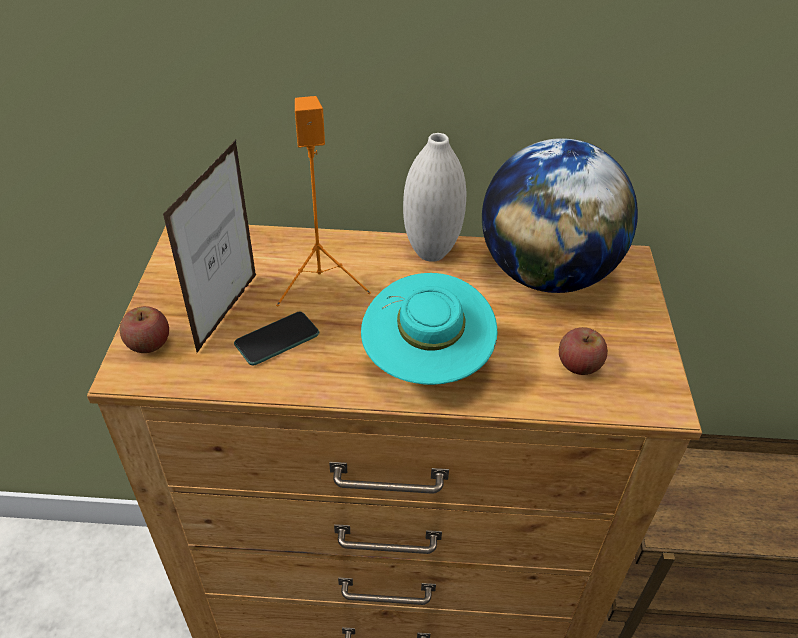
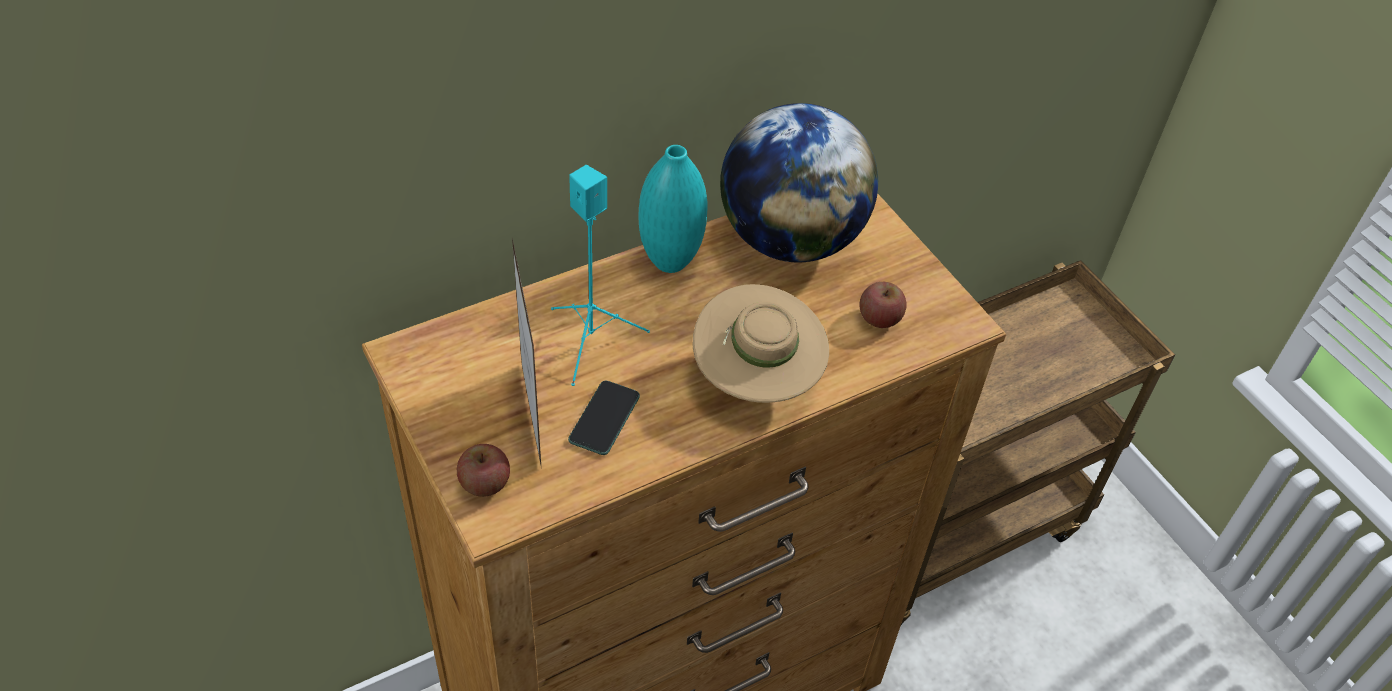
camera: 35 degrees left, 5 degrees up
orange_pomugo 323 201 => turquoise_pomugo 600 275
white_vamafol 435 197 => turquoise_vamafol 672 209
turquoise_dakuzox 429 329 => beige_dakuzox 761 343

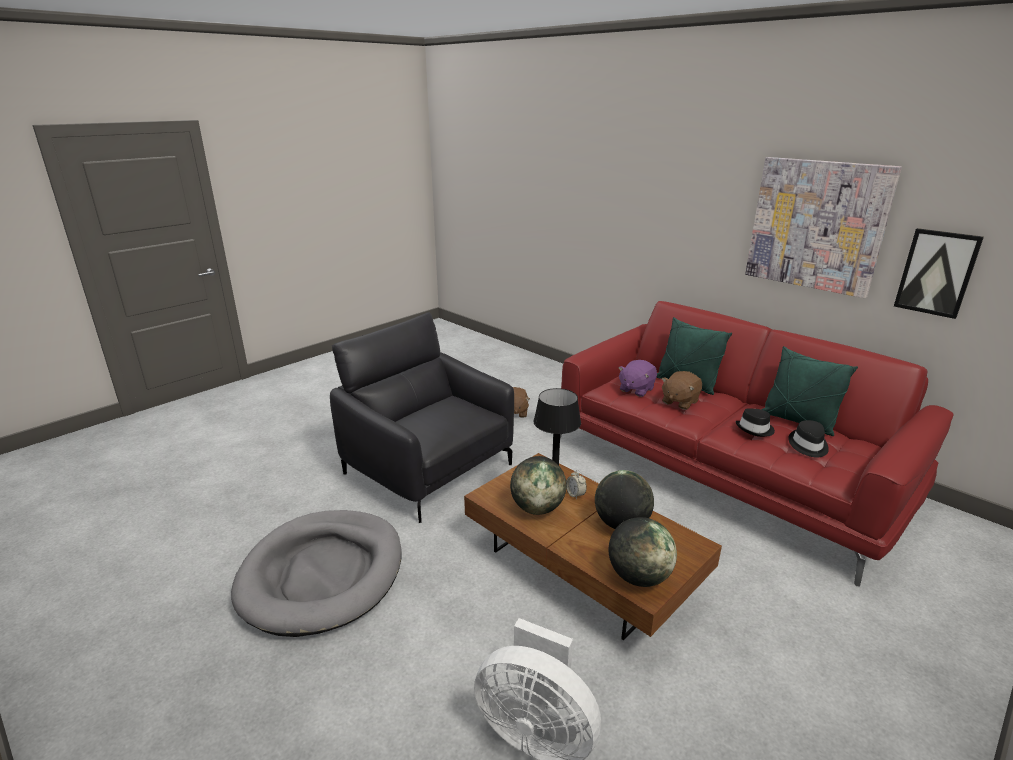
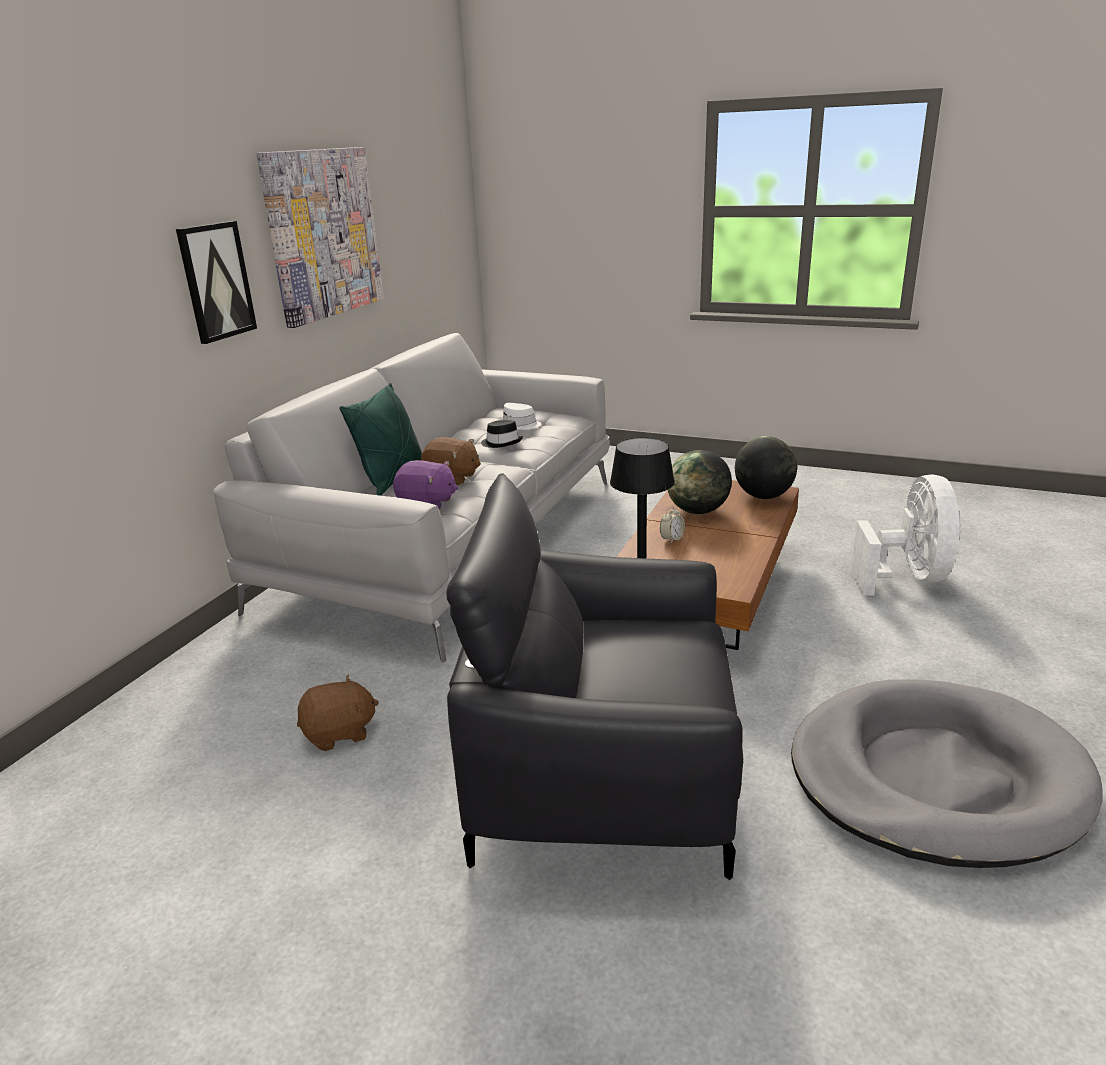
camera: 110 degrees left, 0 degrees up
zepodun 939 273 => zepodun 216 282, shifted
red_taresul 757 443 => grey_taresul 411 498
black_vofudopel 422 417 => black_vofudopel 594 677, 75 degrees clockwise
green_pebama 809 391 => nothing
black_dakuzox 808 439 => white_dakuzox 520 416
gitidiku 538 485 => nothing

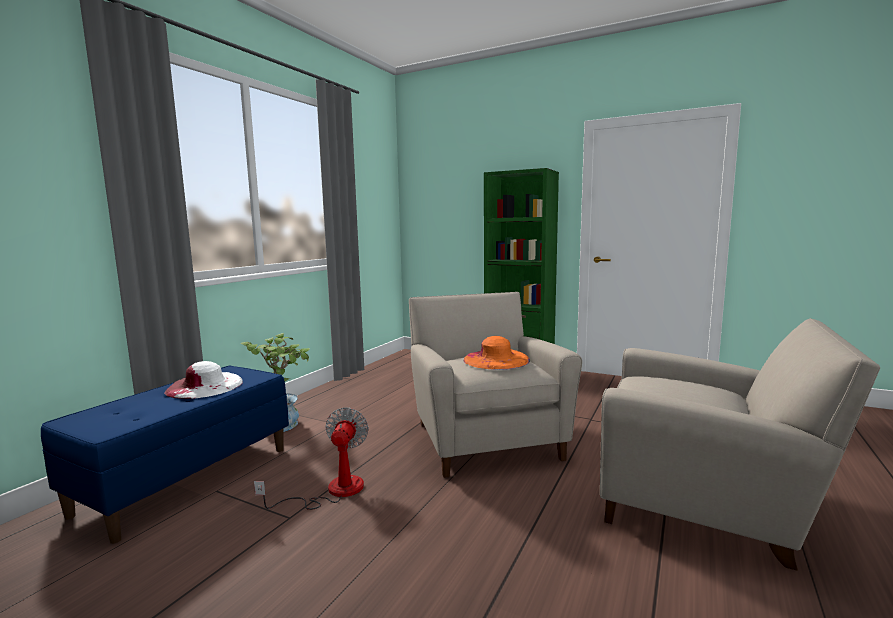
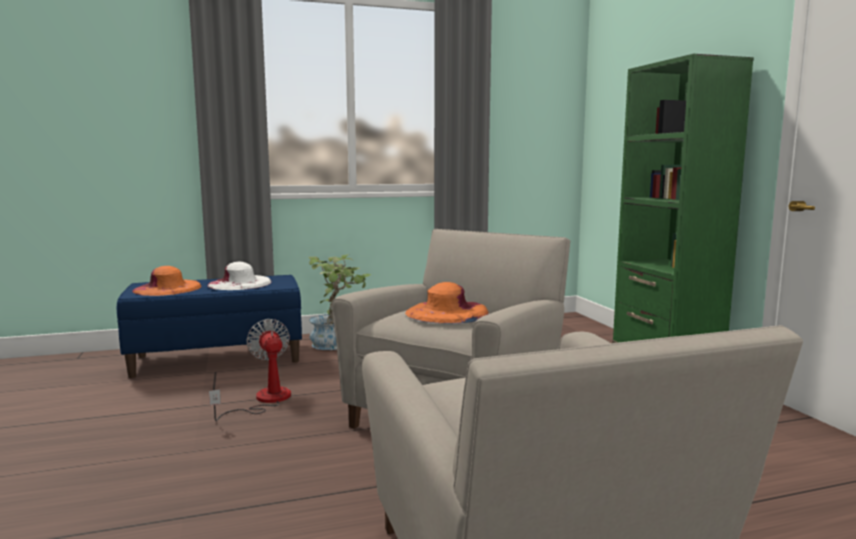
camera: 45 degrees right, 0 degrees up
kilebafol 311 458 => kilebafol 250 370, 75 degrees counterclockwise
nothing => orange_dakuzox 167 281

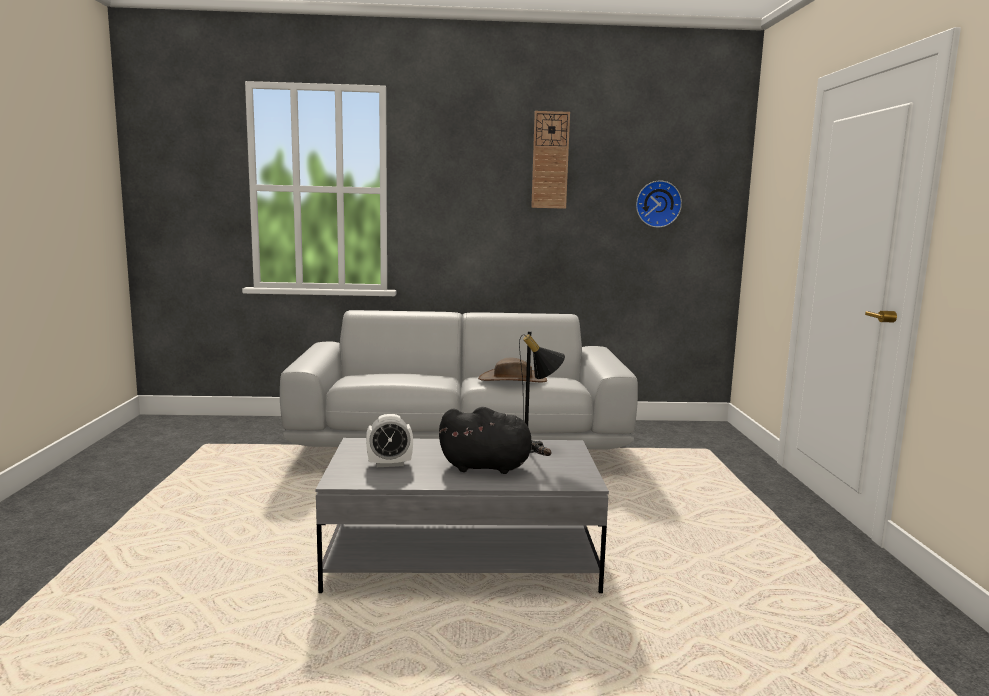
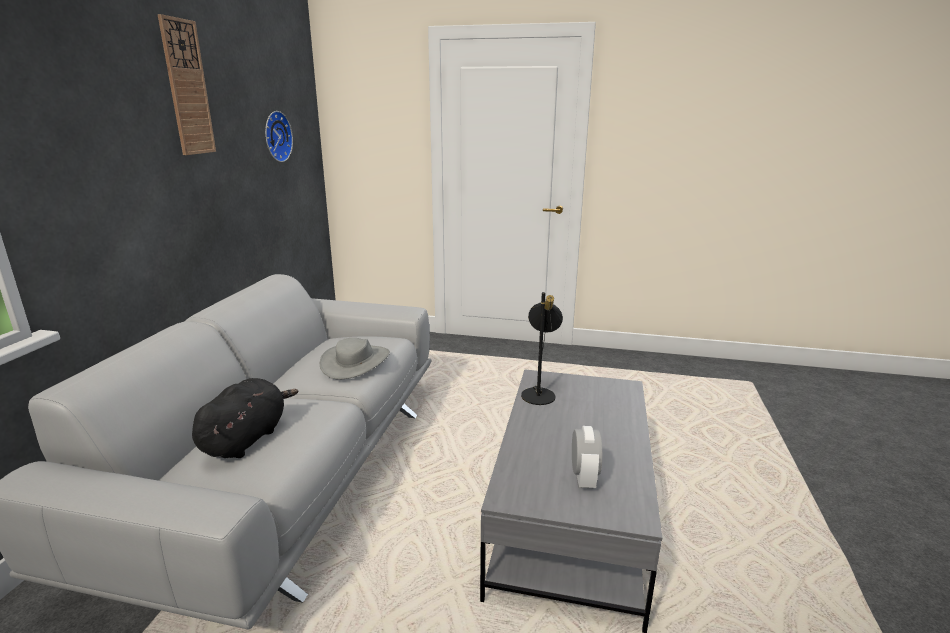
camera: 75 degrees left, 10 degrees up
brown_dakuzox 512 369 => grey_dakuzox 355 359
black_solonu 495 440 => black_solonu 245 418, shifted

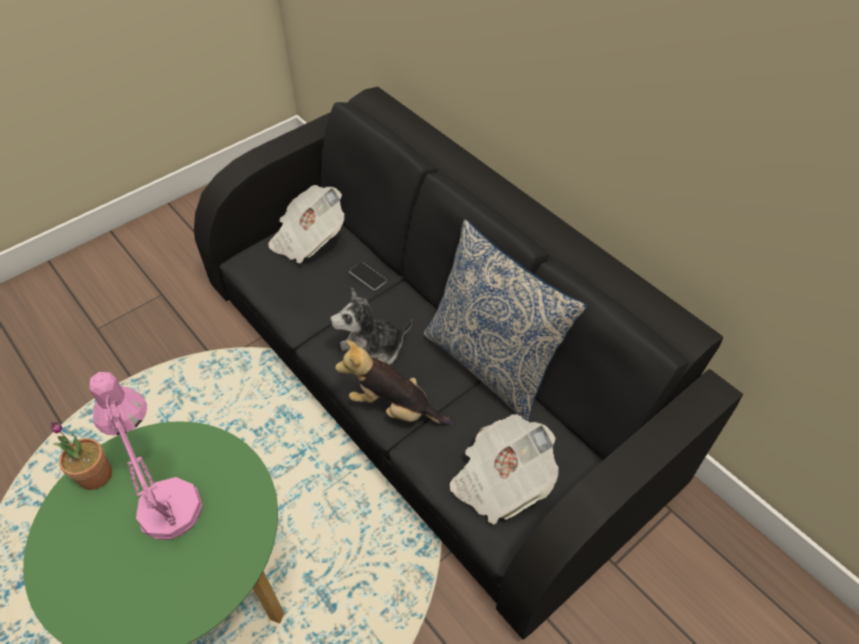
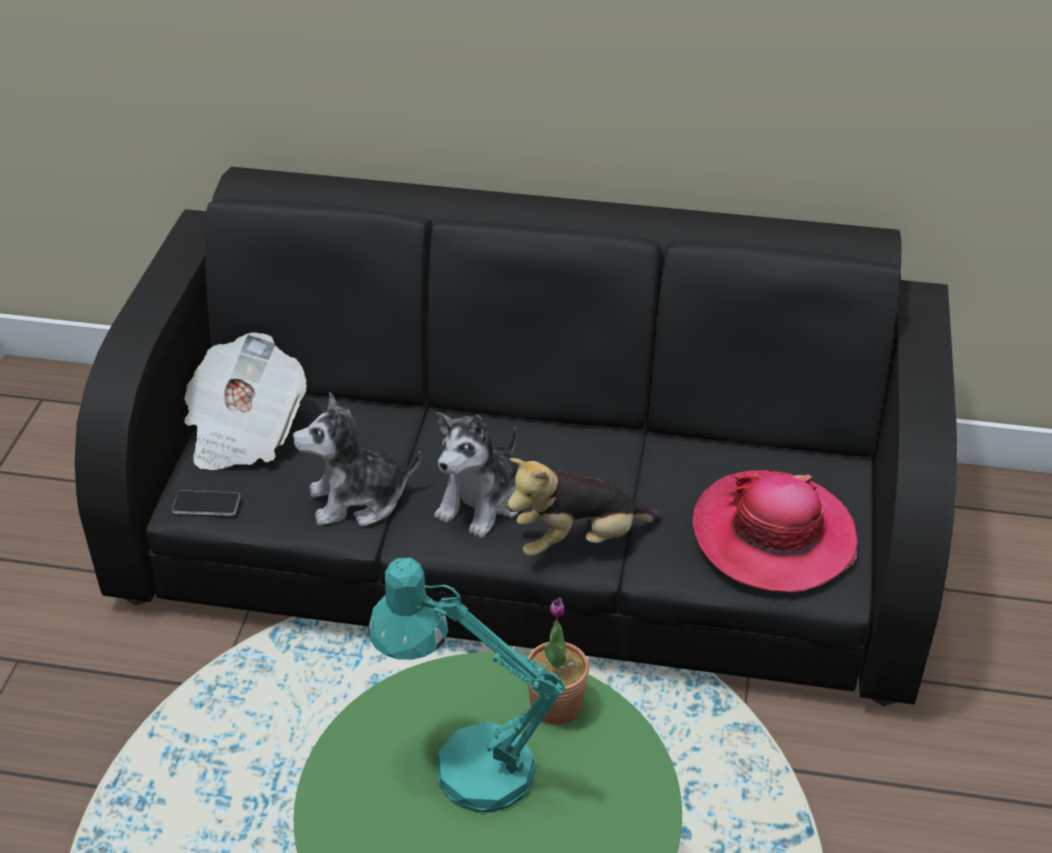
camera: 40 degrees left, 10 degrees down
pebama 505 320 => nothing
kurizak 368 276 => kurizak 206 503, shifted
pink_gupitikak 145 456 => turquoise_gupitikak 466 685
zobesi 504 469 => dakuzox 775 531
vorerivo 81 456 => vorerivo 558 661, shifted
nothing => solonu 356 460

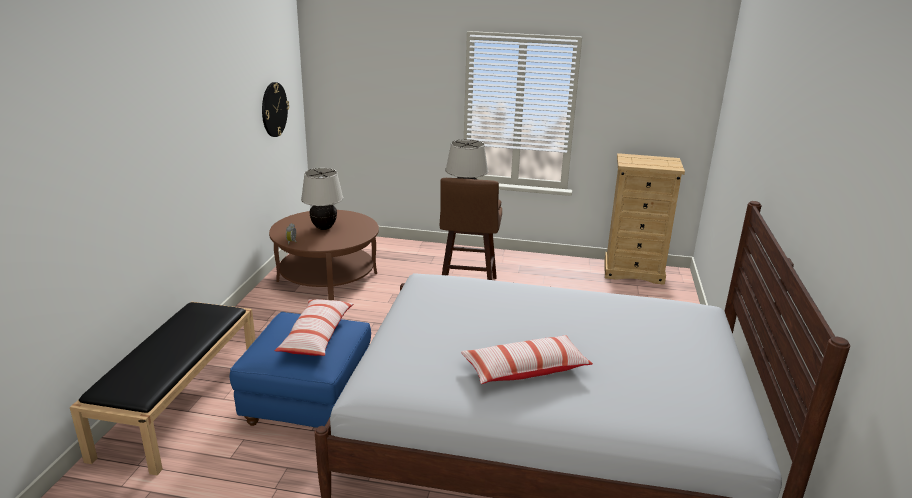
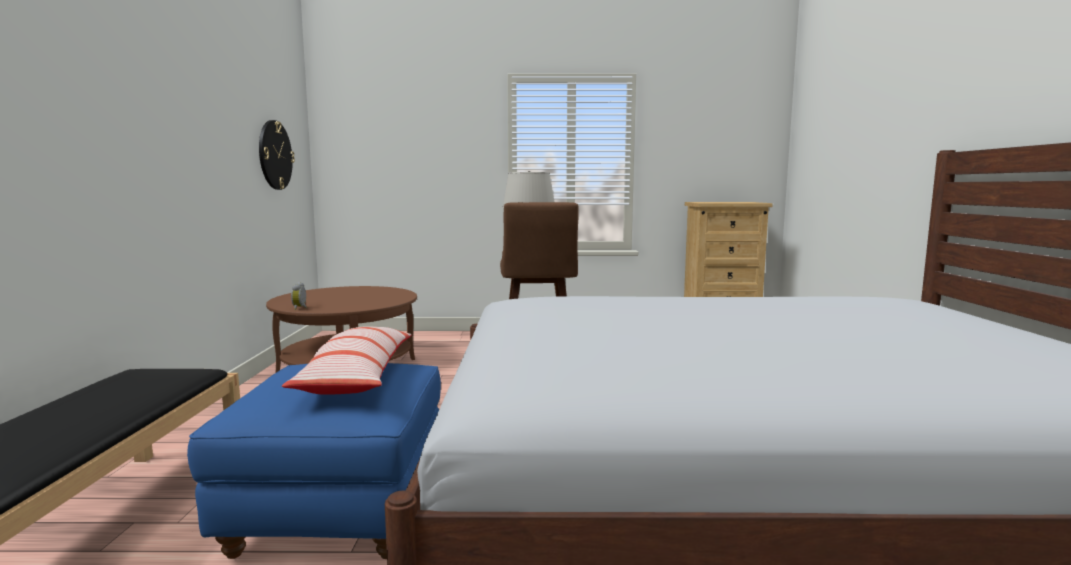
camera: 10 degrees left, 15 degrees down
beige_gupitikak 322 199 => nothing
pebama 527 359 => nothing

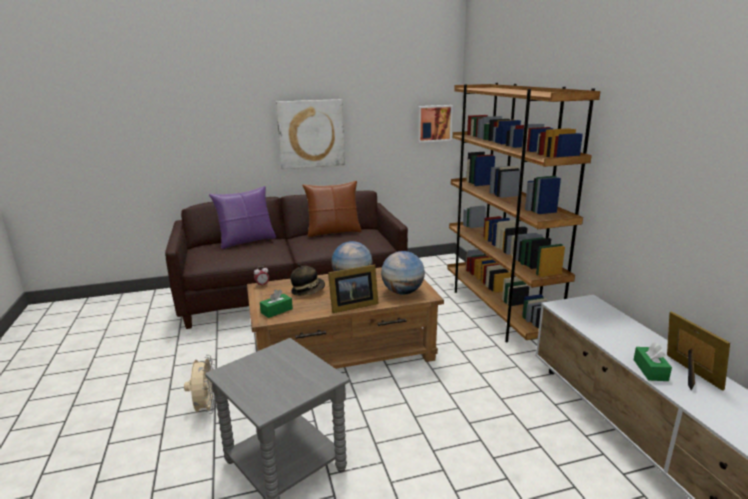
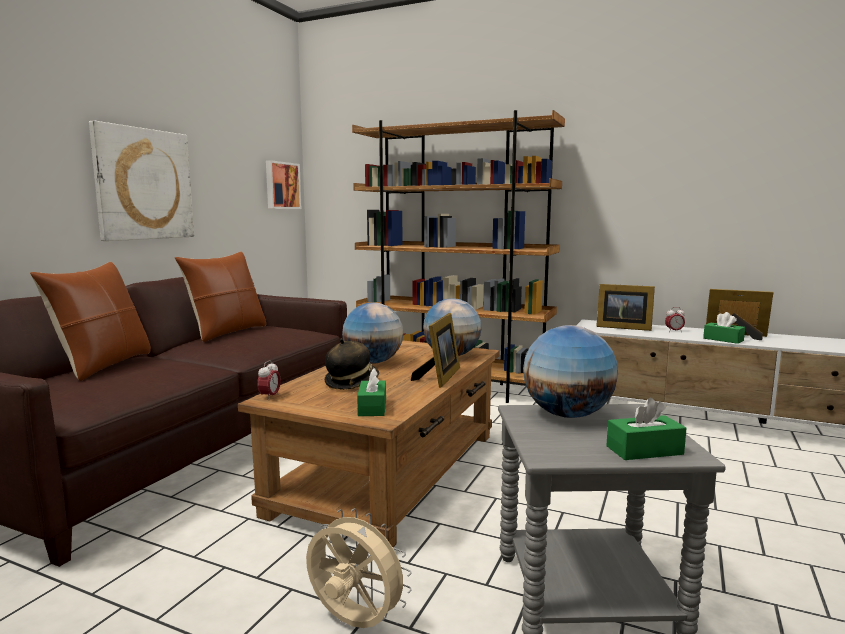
camera: 50 degrees left, 10 degrees down
purple_pebama 242 217 => brown_pebama 90 321
nothing => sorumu 625 307
nothing => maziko 675 319
nothing => gitidiku 570 371
nothing => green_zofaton 646 429

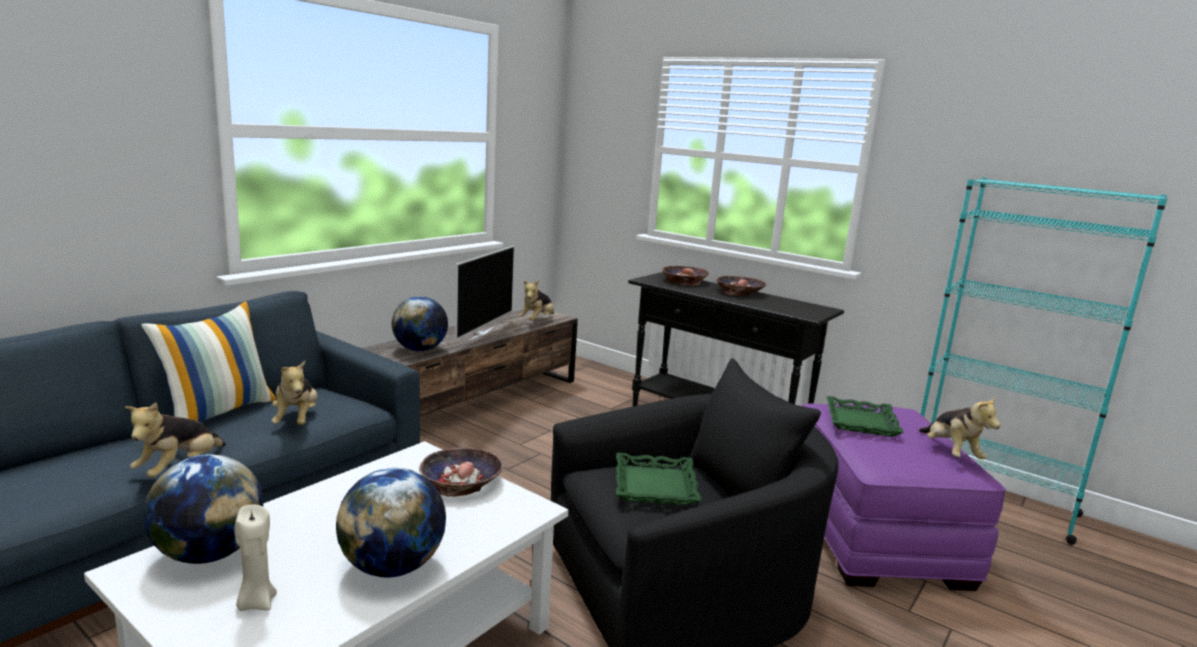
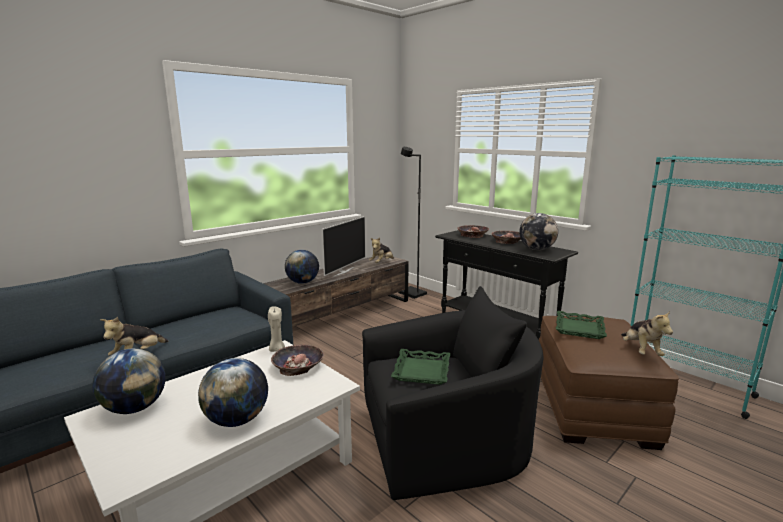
camera: 10 degrees right, 0 degrees up
pebama 209 361 => nothing
solonu 294 392 => nothing
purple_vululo 904 497 => brown_vululo 609 383
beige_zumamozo 256 557 => beige_zumamozo 276 329, shifted
nothing => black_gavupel 412 223
nothing => gitidiku 538 231

